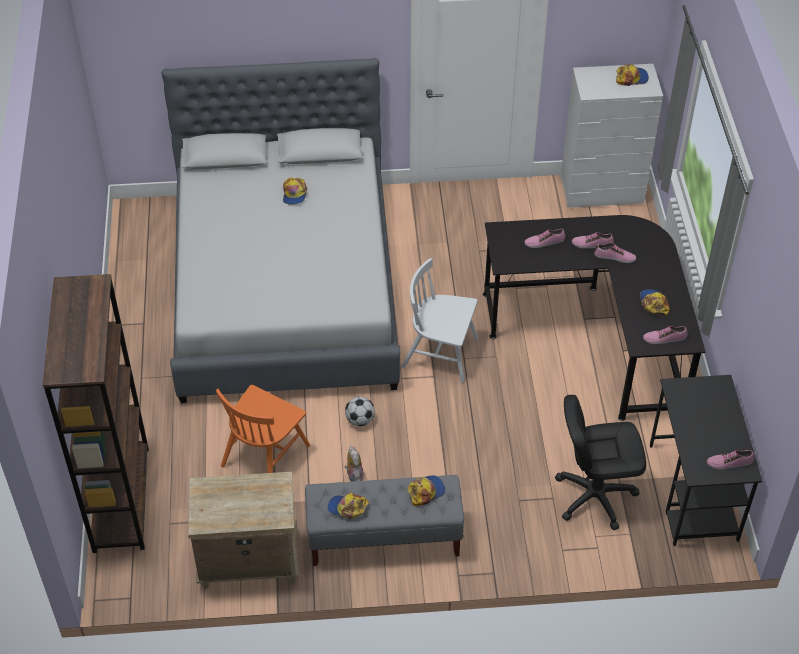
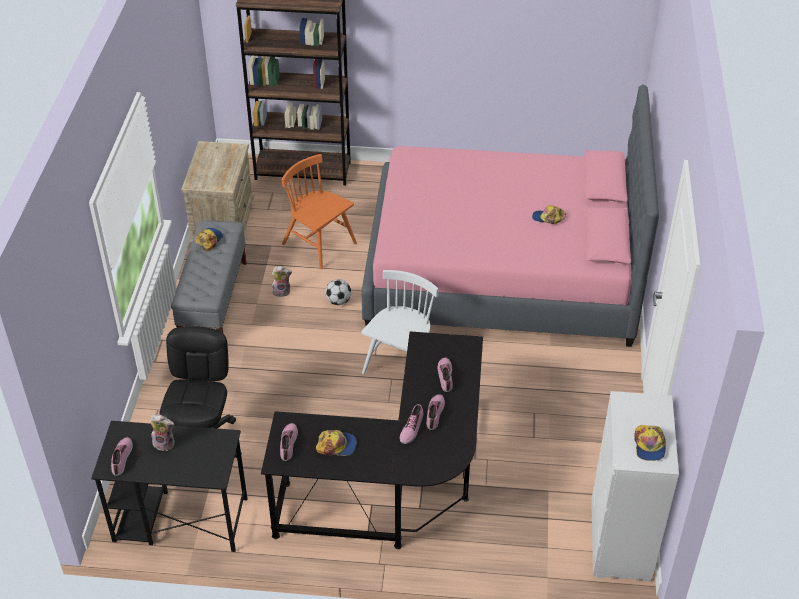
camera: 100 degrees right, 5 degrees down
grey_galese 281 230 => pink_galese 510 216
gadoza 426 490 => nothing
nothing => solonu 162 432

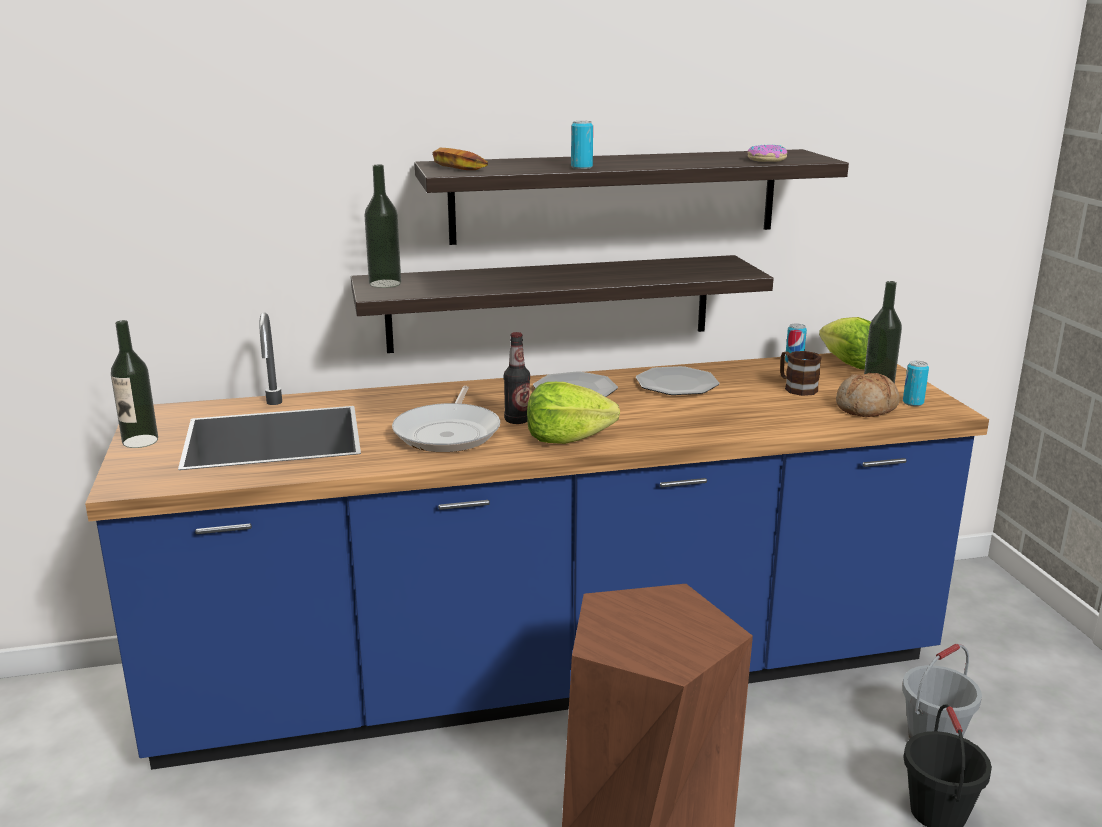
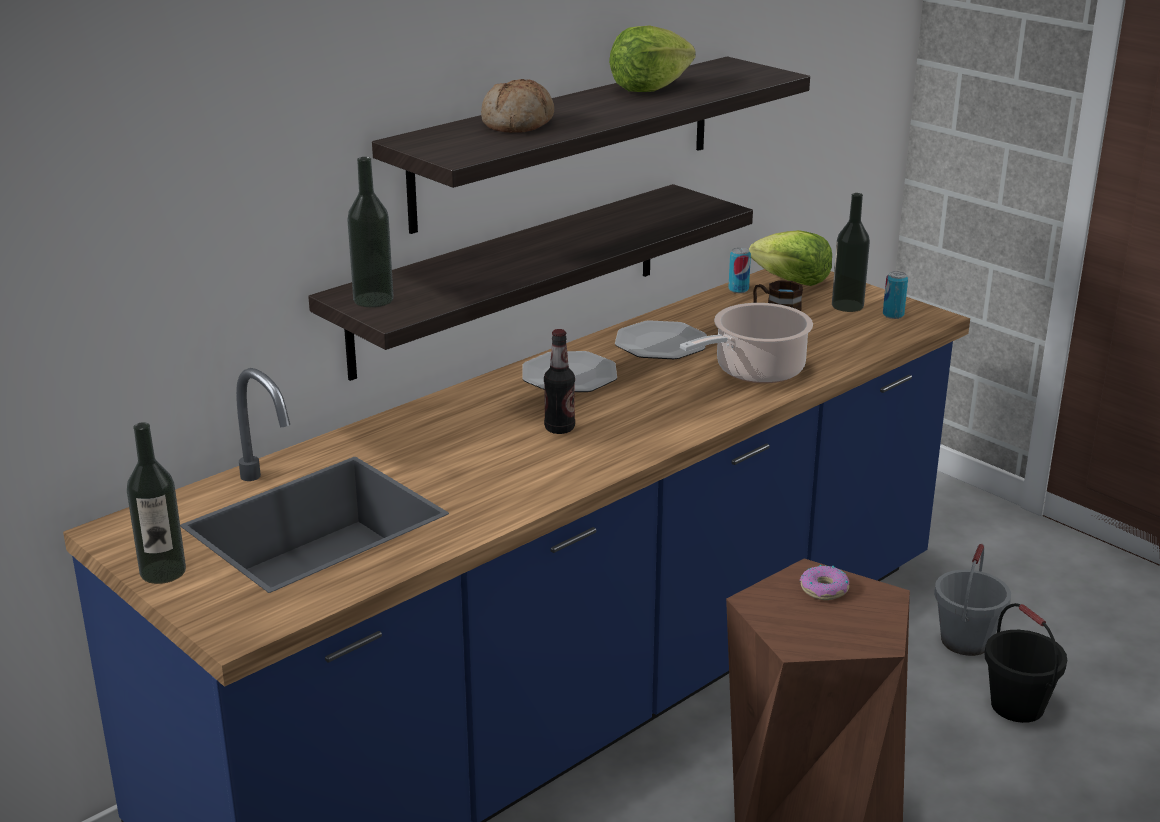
camera: 30 degrees left, 5 degrees up
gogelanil 582 145 => nothing
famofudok 767 153 => famofudok 824 582, shifted
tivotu 460 159 => nothing
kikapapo 868 395 => kikapapo 517 106, shifted
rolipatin 573 413 => rolipatin 652 59, shifted
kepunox 446 419 => nothing
nothing => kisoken 746 343

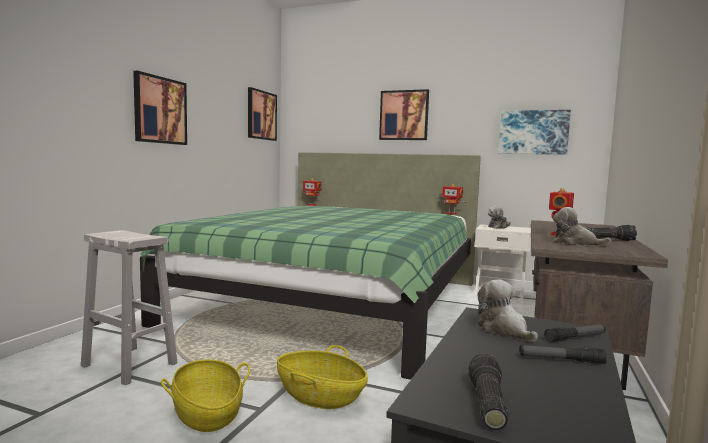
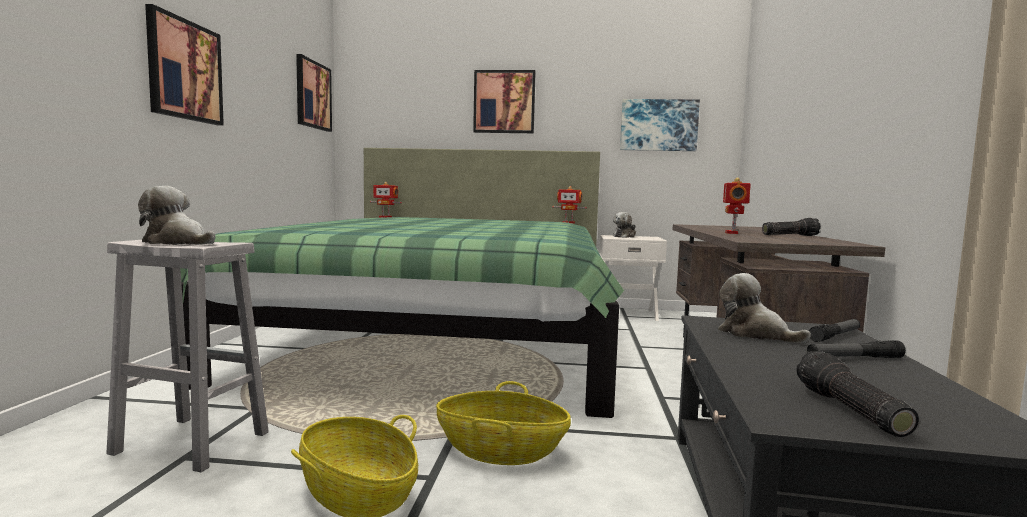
camera: 15 degrees left, 0 degrees up
solonu 582 226 => solonu 177 215, shifted

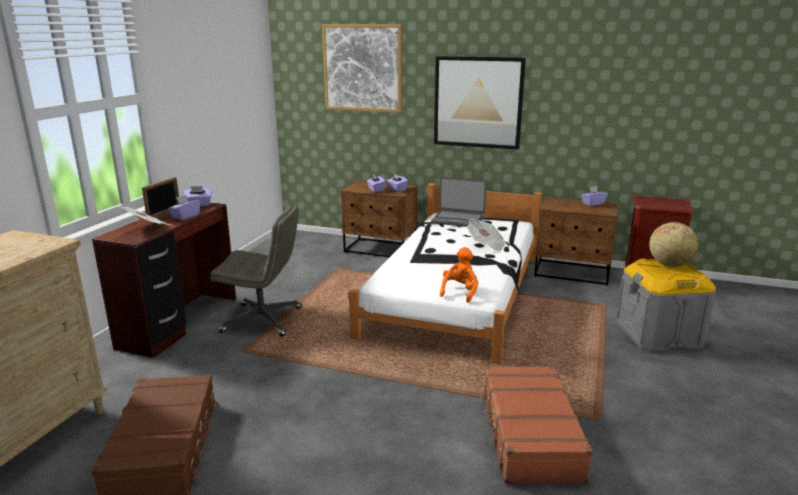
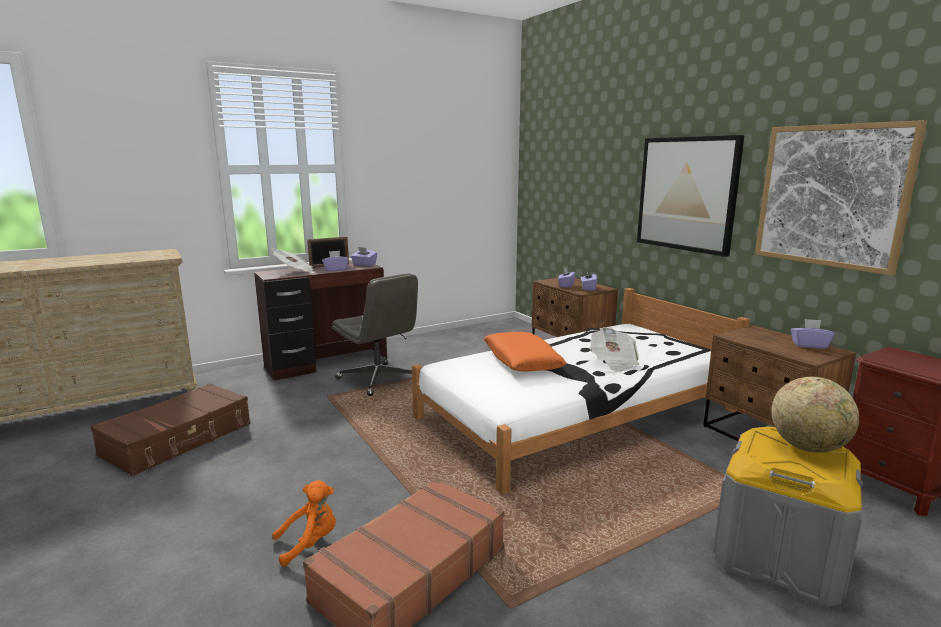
camera: 40 degrees right, 5 degrees down
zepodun 362 68 => zepodun 841 198, shifted
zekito 458 202 => nothing
orange_solonu 459 275 => orange_solonu 304 523, shifted
nothing => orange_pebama 524 352

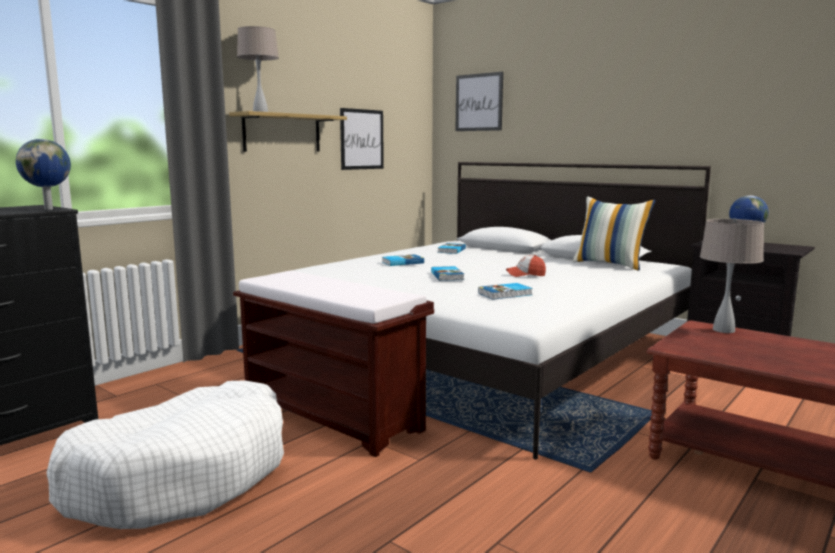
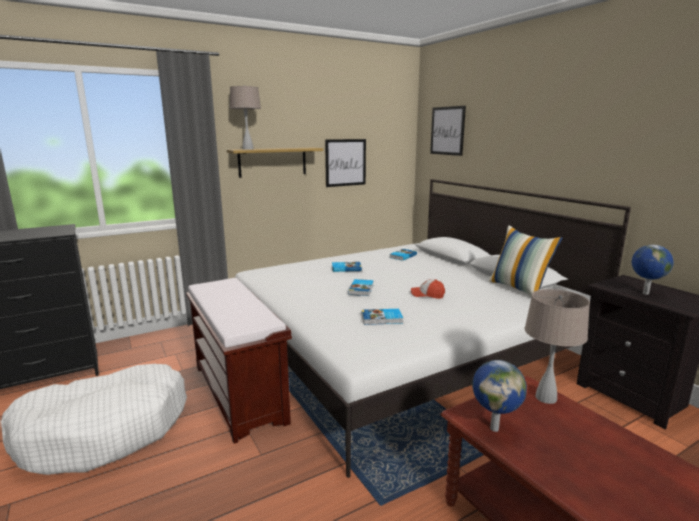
camera: 20 degrees right, 5 degrees up
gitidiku 43 174 => gitidiku 499 396, shifted

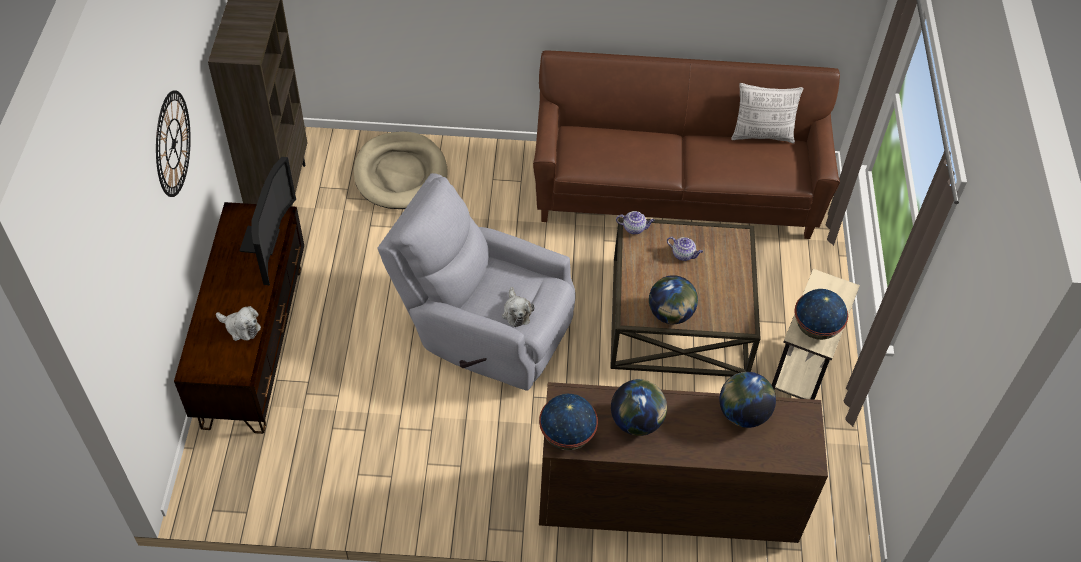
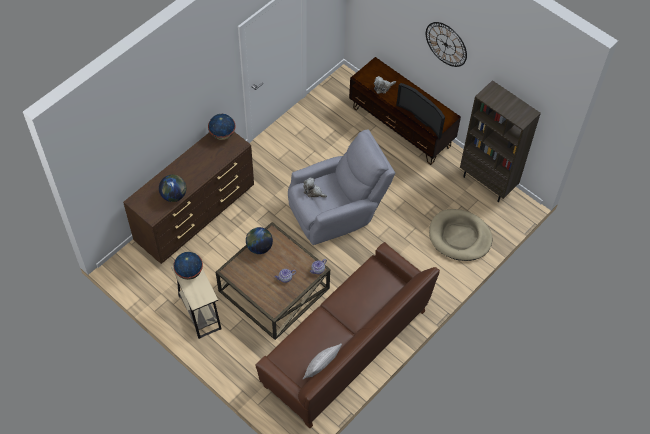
camera: 130 degrees right, 5 degrees up
gitidiku 639 407 => nothing

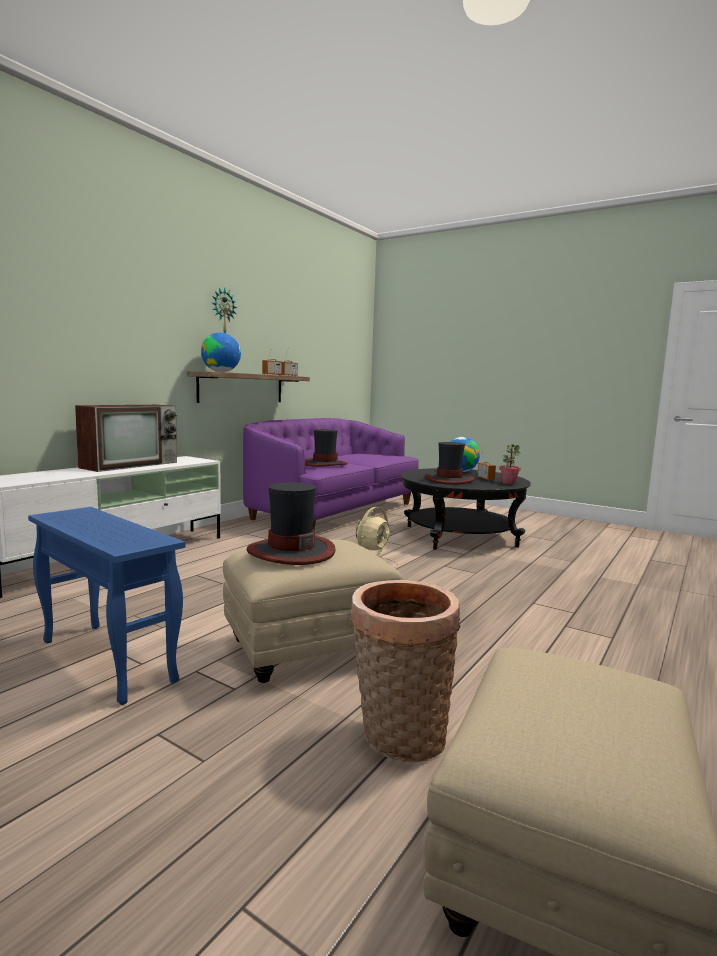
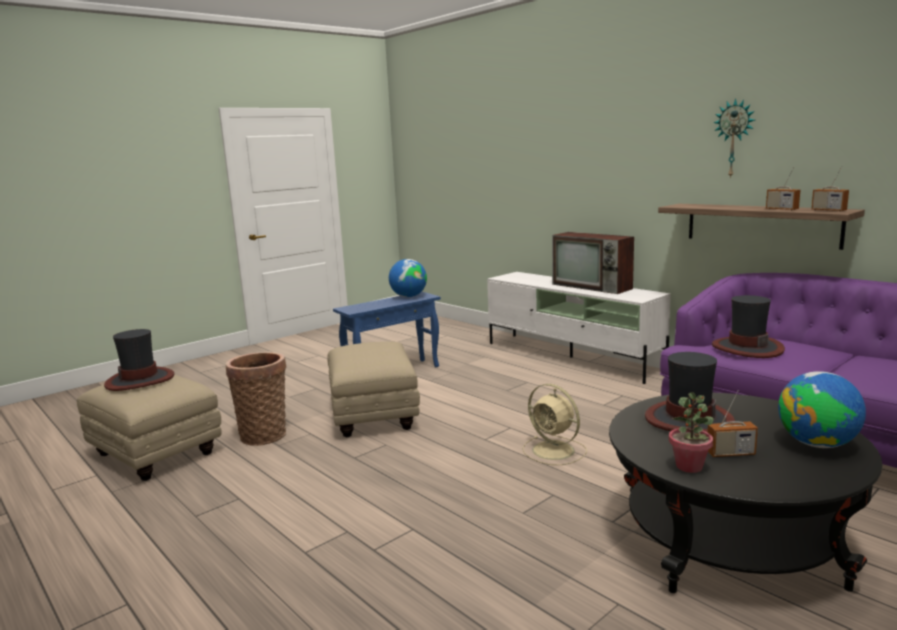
camera: 105 degrees right, 5 degrees up
gitidiku 221 352 => gitidiku 408 278, shifted
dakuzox 291 523 => dakuzox 139 360, shifted

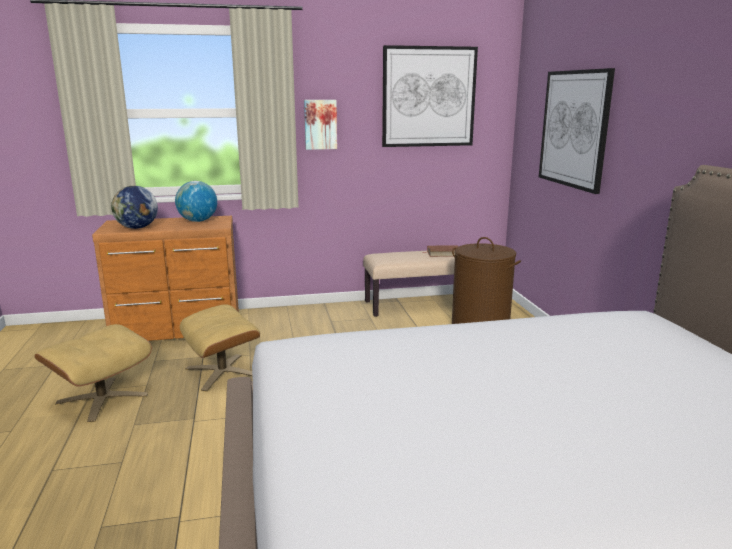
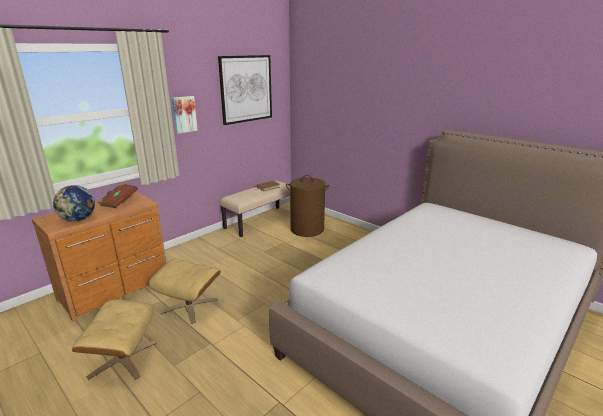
camera: 35 degrees left, 5 degrees up
zepodun 577 131 => nothing
gitidiku 196 201 => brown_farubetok 118 195

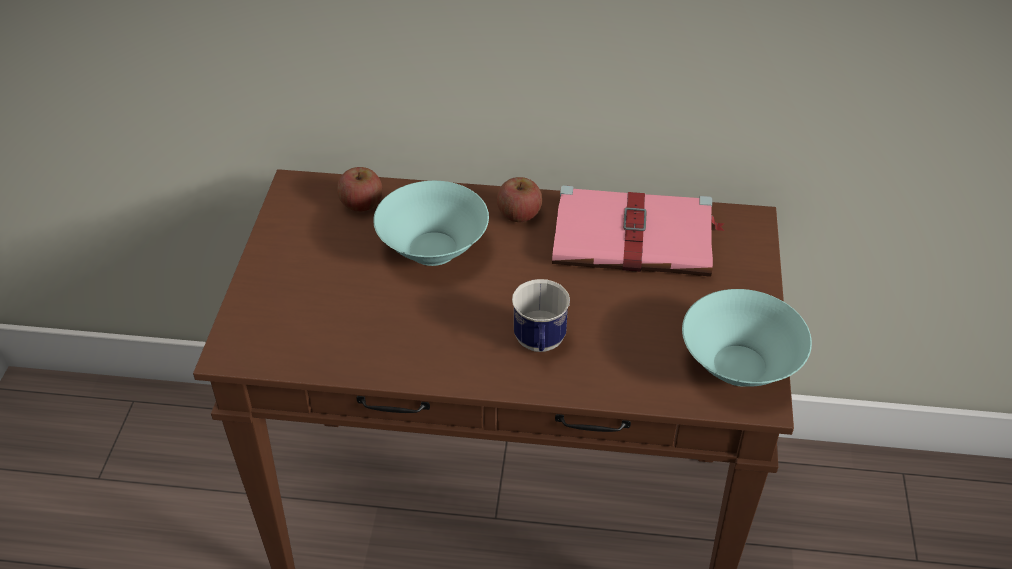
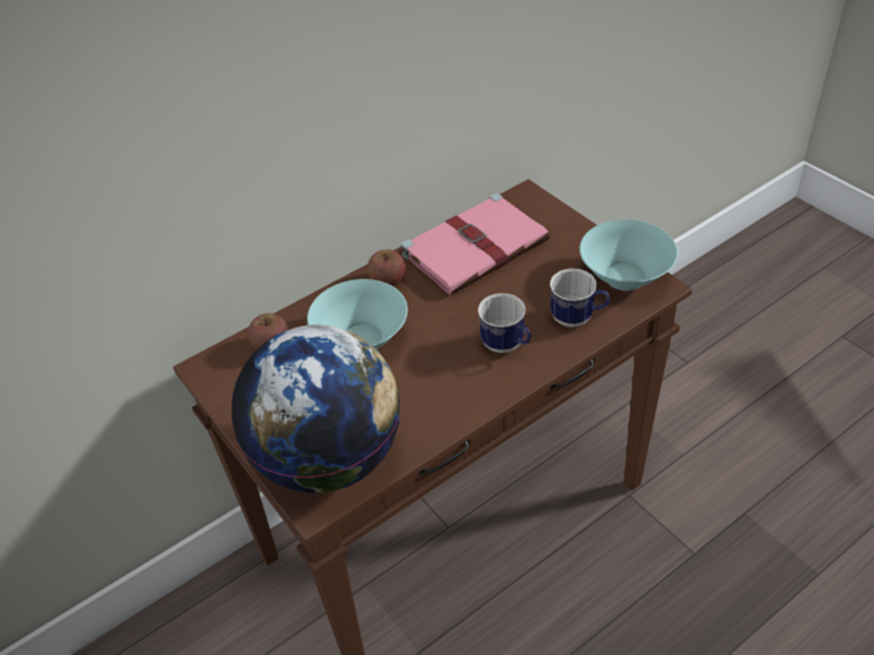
camera: 40 degrees left, 0 degrees up
nothing => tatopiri 580 297
nothing => gitidiku 316 409

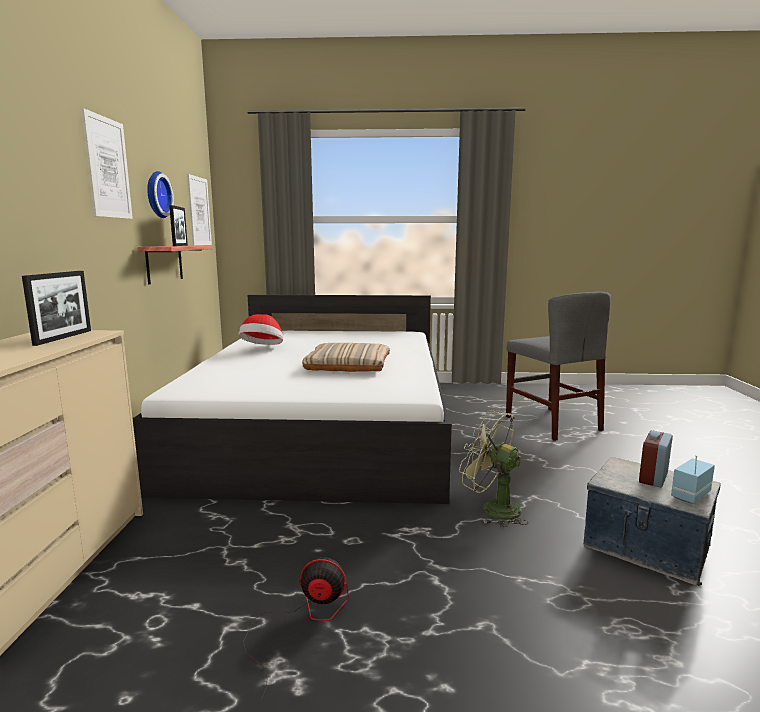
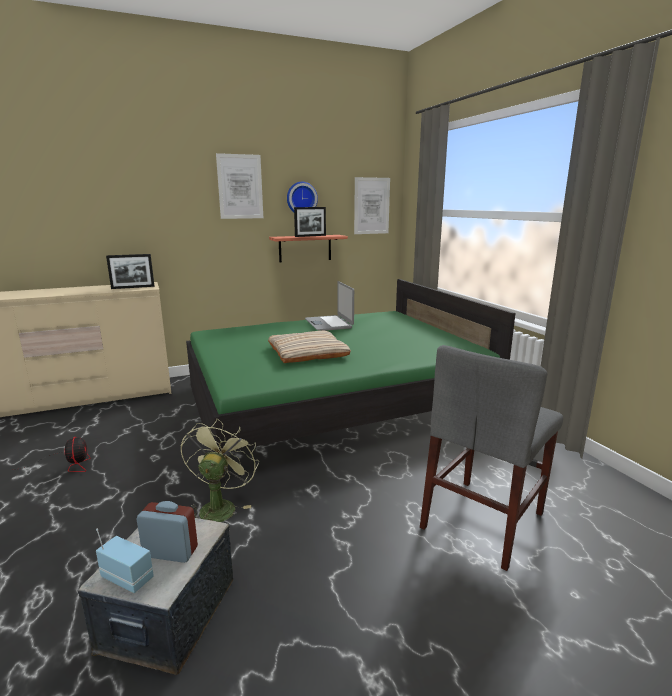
camera: 65 degrees right, 5 degrees up
white_galese 292 399 => green_galese 350 381
dakuzox 260 329 => zekito 329 306

